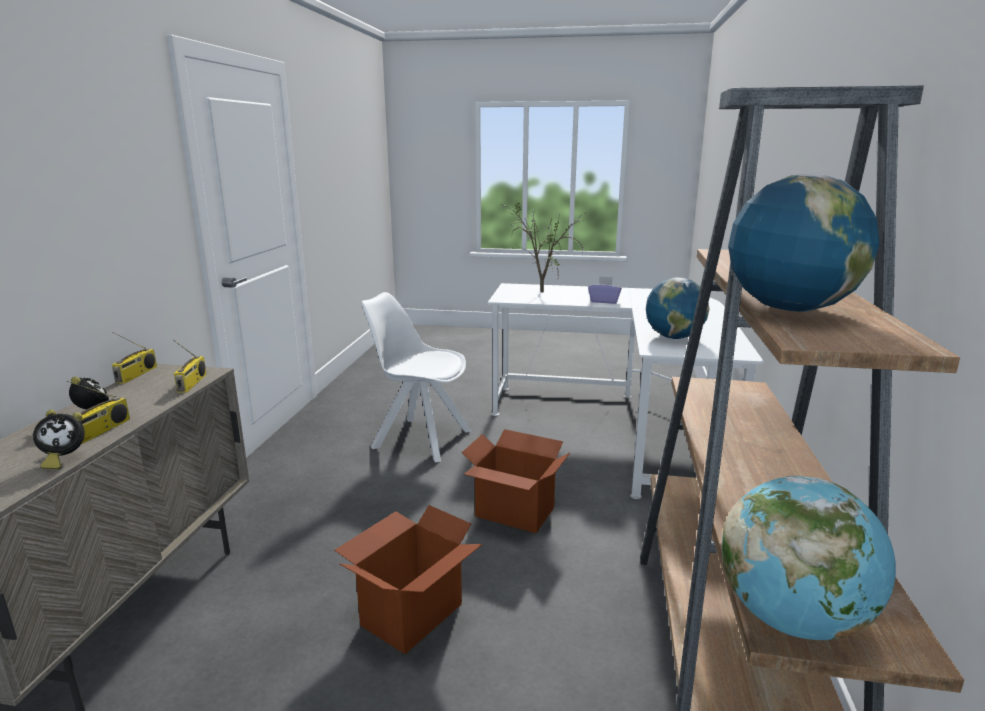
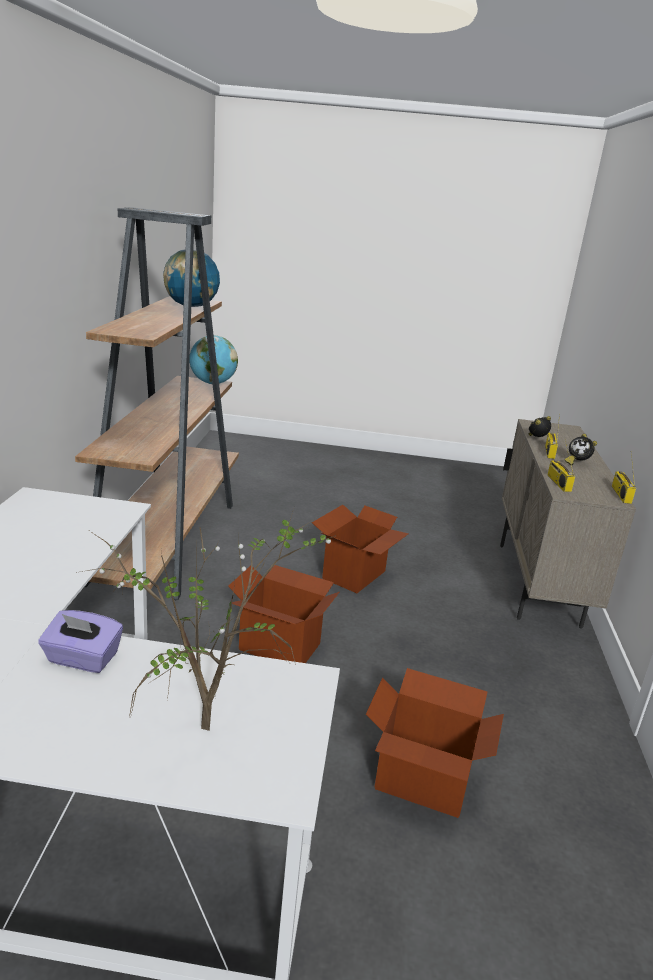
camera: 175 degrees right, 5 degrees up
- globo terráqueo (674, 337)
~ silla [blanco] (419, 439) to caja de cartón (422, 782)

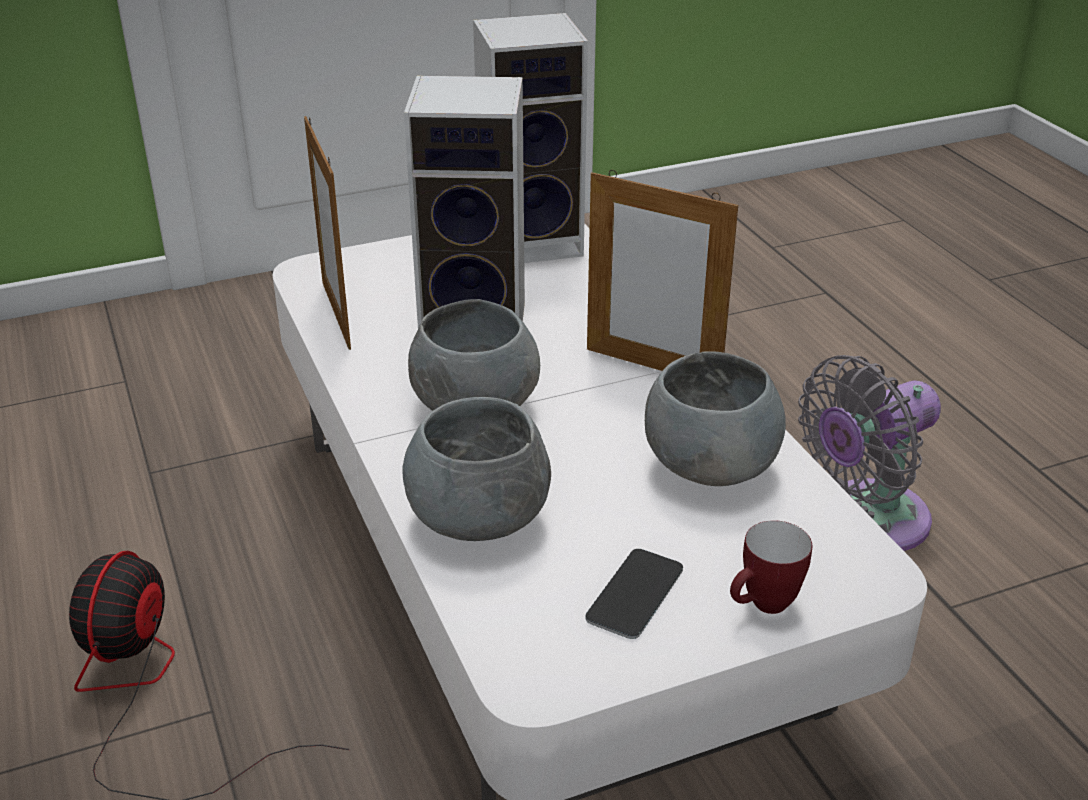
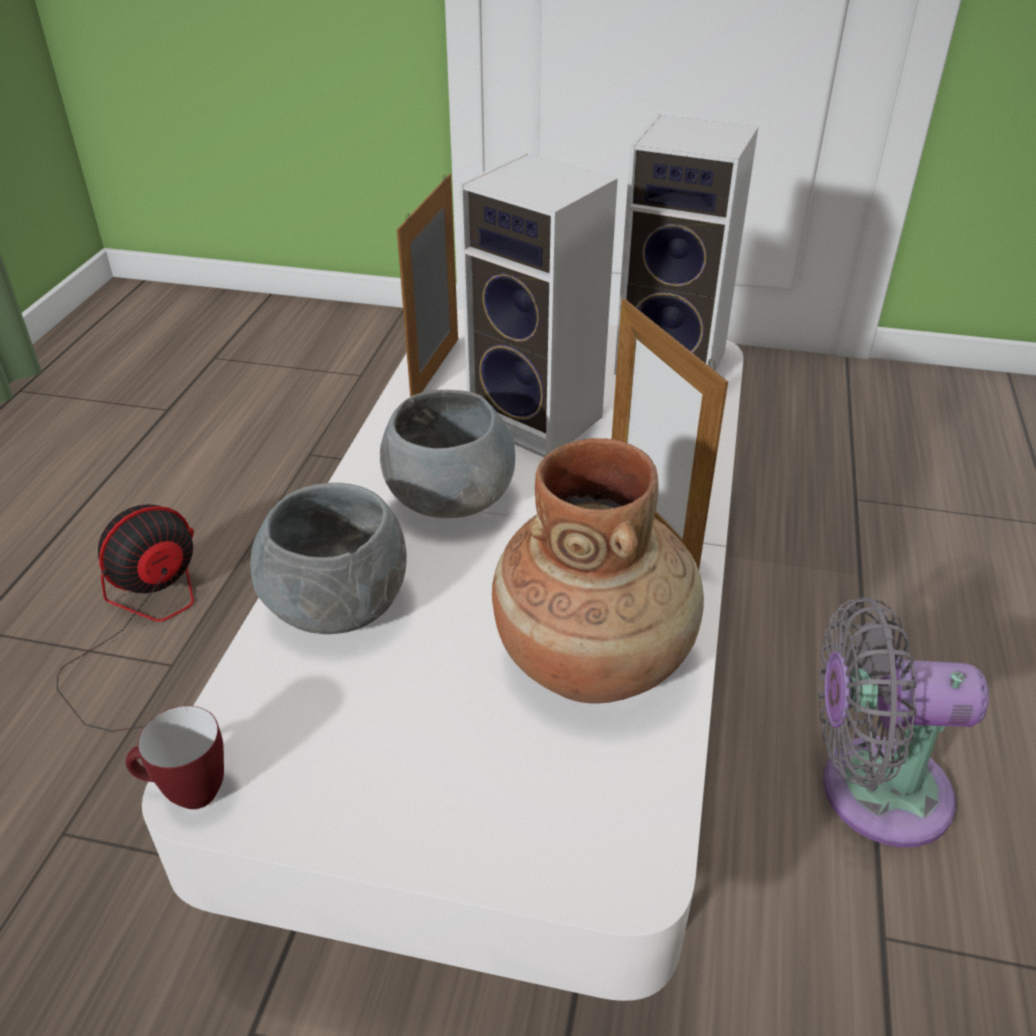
camera: 35 degrees right, 5 degrees up
~ cuenco [gris] (710, 466) to florero [marrón] (594, 656)
~ taza grande (763, 607) to (186, 794)
- móvil (635, 594)

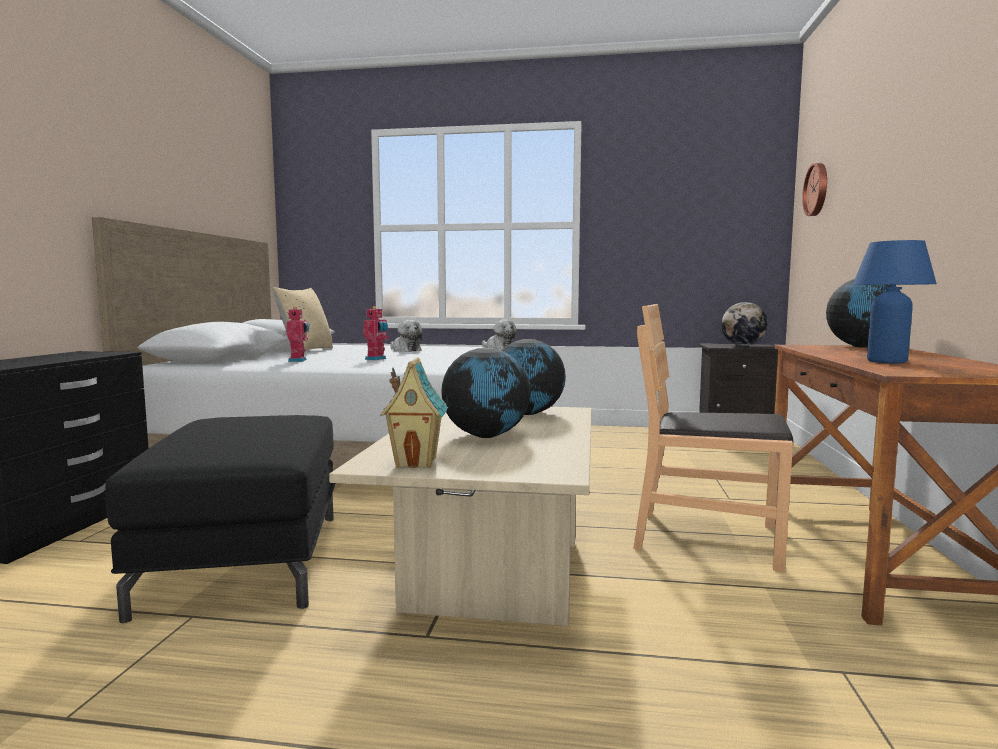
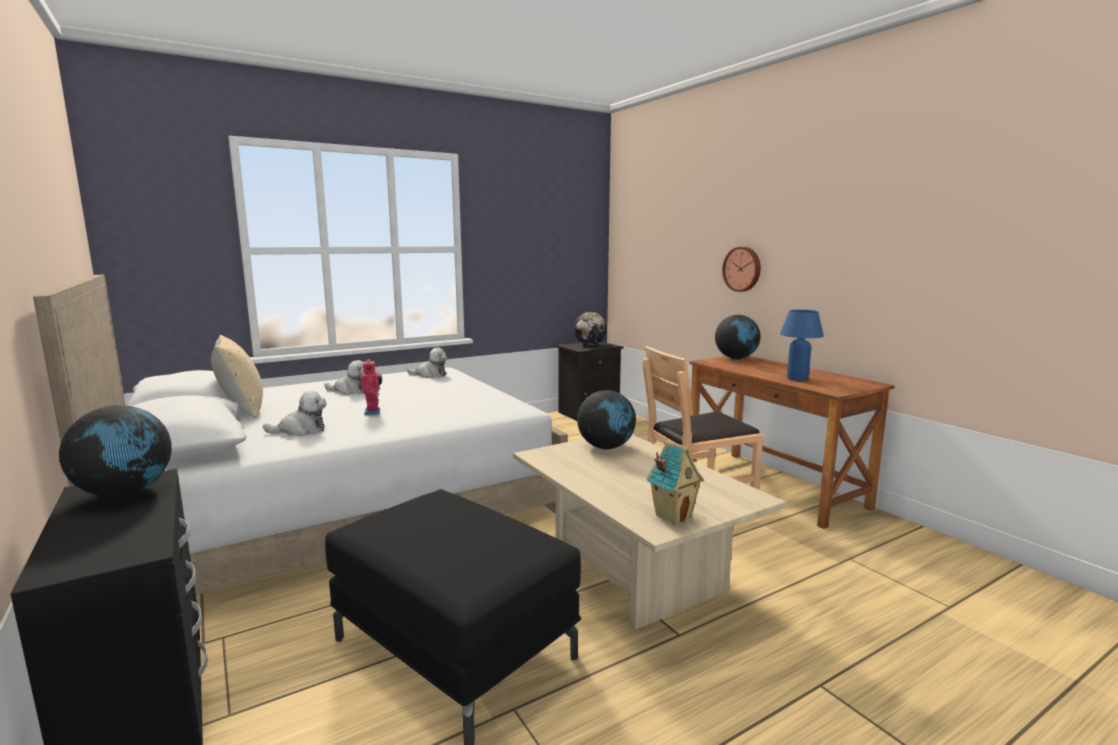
camera: 40 degrees left, 5 degrees up
~ reloj de pared (817, 189) to (742, 269)
~ robot de juguete (299, 360) to peluche (301, 430)
~ globo terráqueo (486, 435) to (125, 492)

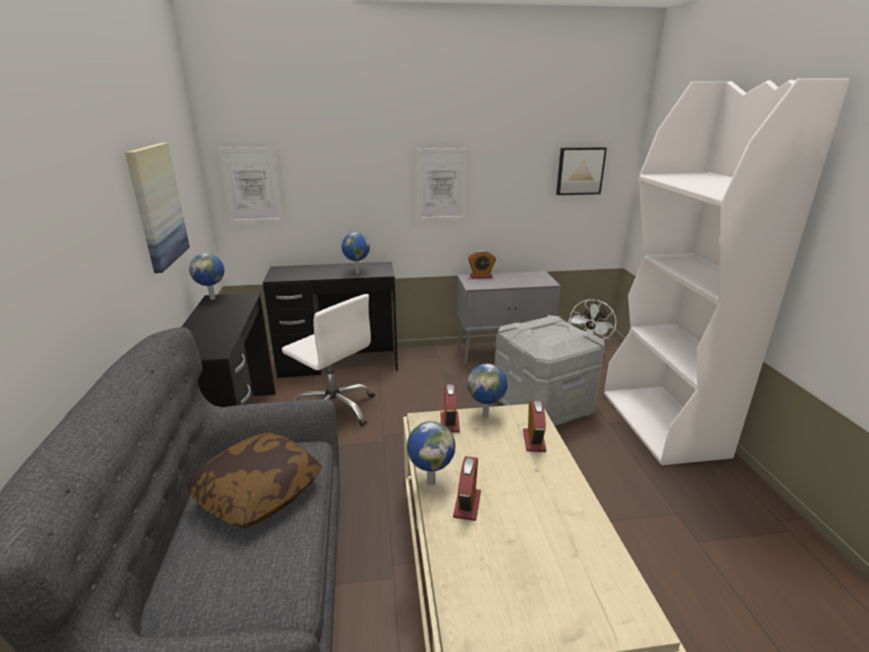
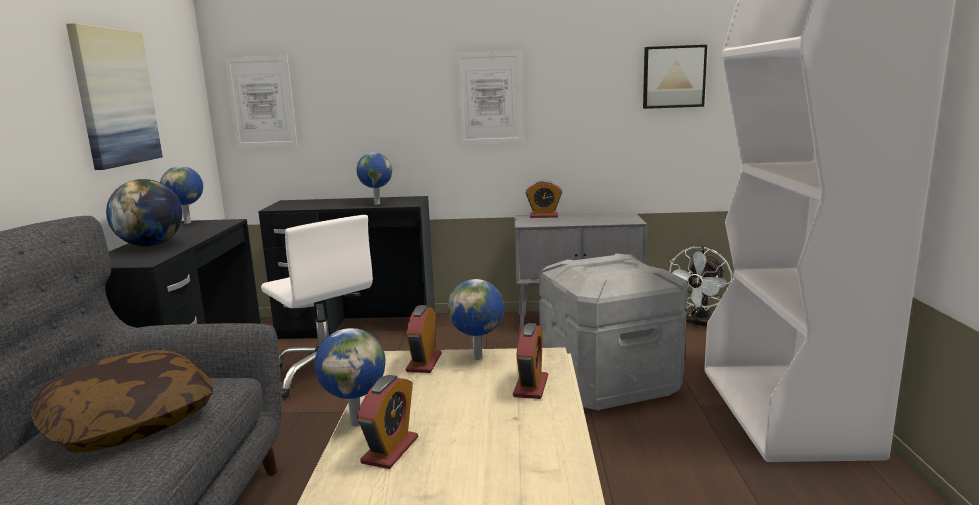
camera: 10 degrees right, 10 degrees down
+ globo terráqueo (151, 245)

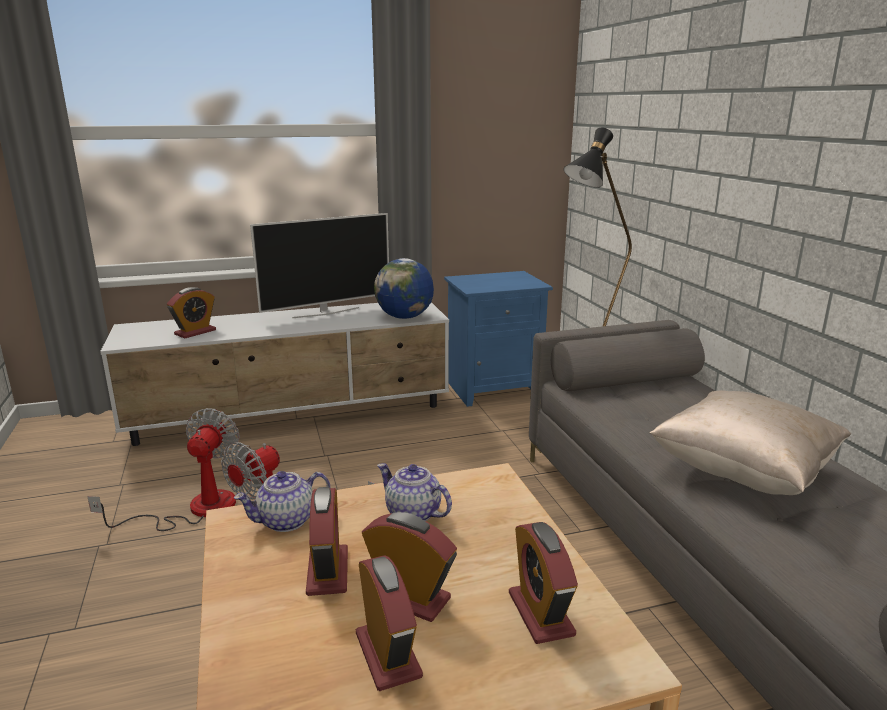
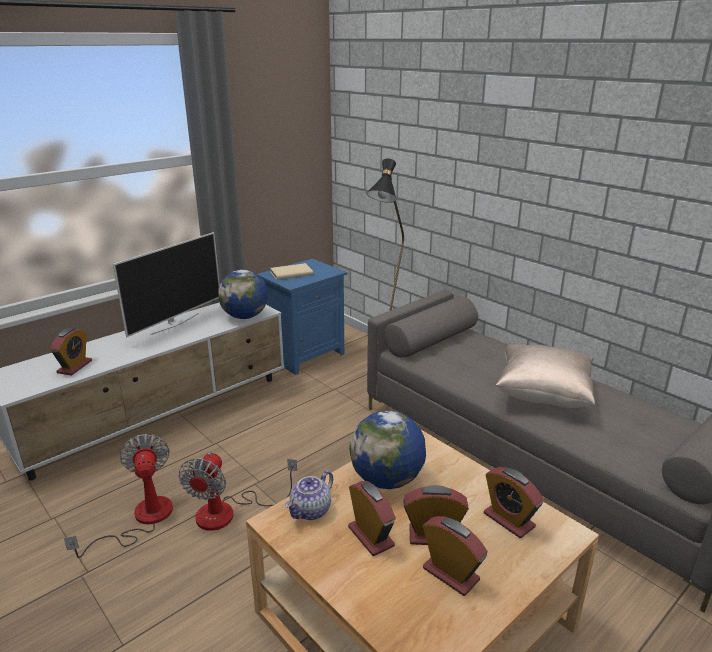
camera: 25 degrees left, 5 degrees up
~ tetera (412, 513) to globo terráqueo (387, 479)
+ libro [beis] (290, 273)

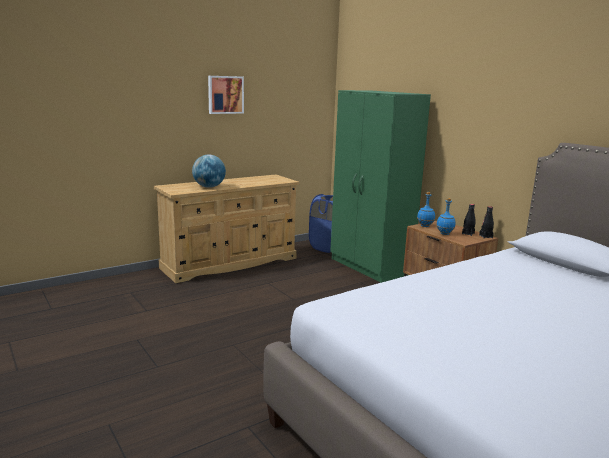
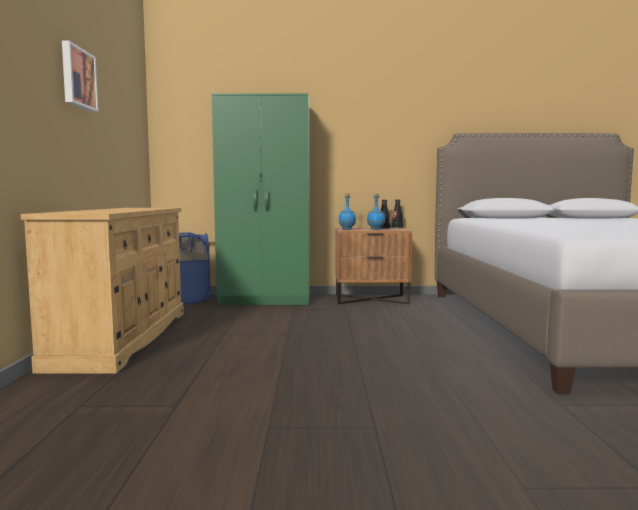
camera: 55 degrees left, 10 degrees down
- globo terráqueo (209, 187)

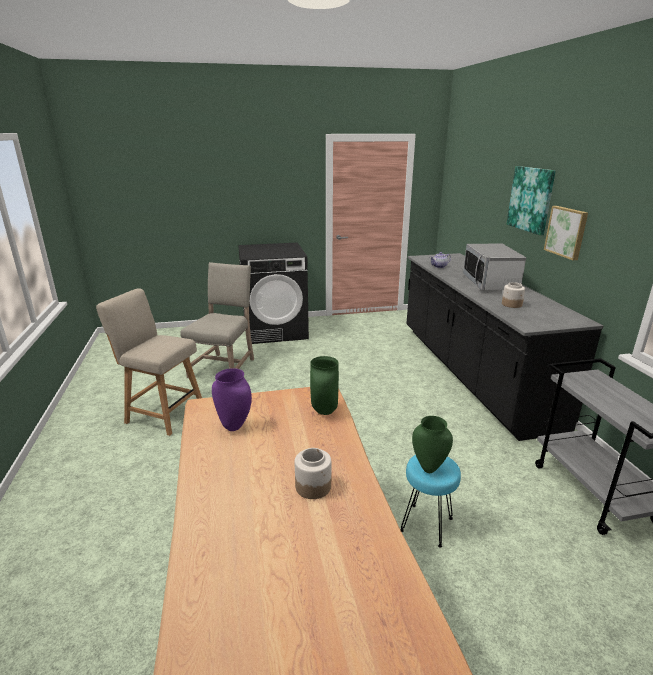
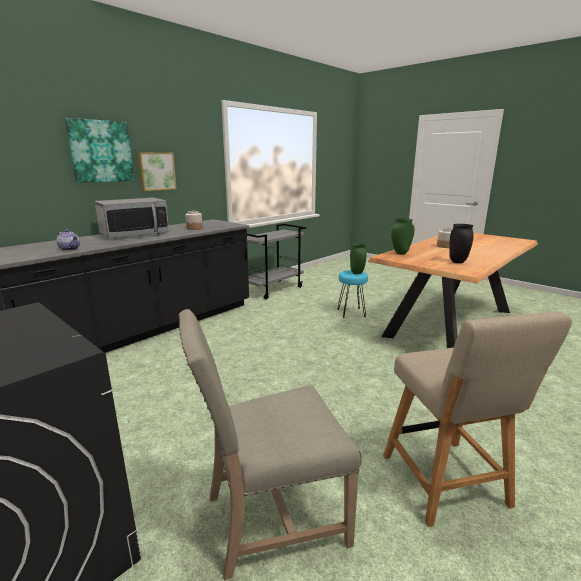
camera: 125 degrees left, 5 degrees down
~ florero [morado] (235, 426) to florero [negro] (457, 262)

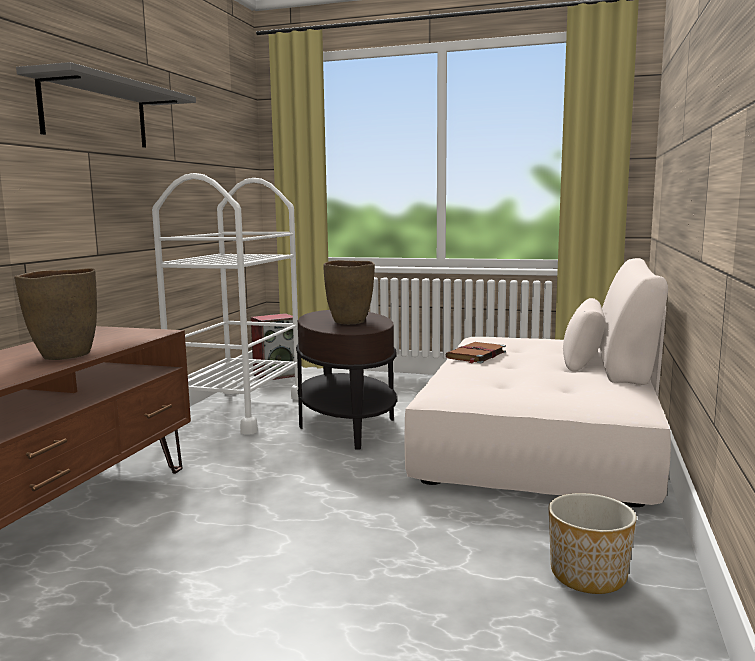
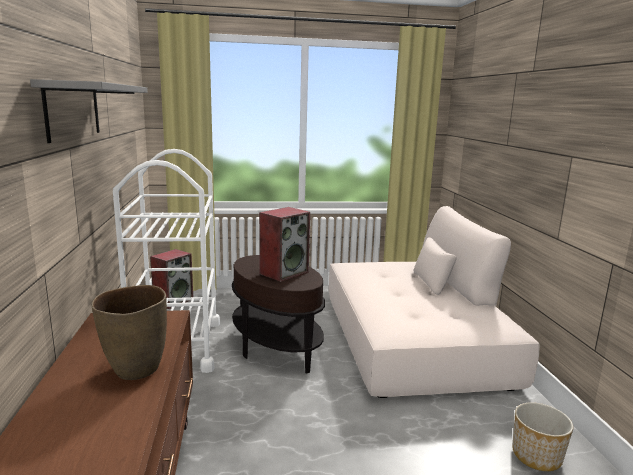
camera: 25 degrees left, 5 degrees up
~ florero [marrón] (350, 322) to altavoz (284, 272)
- libro [marrón] (475, 355)

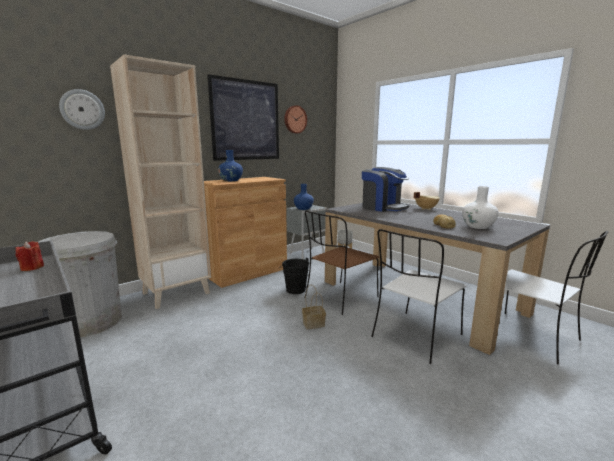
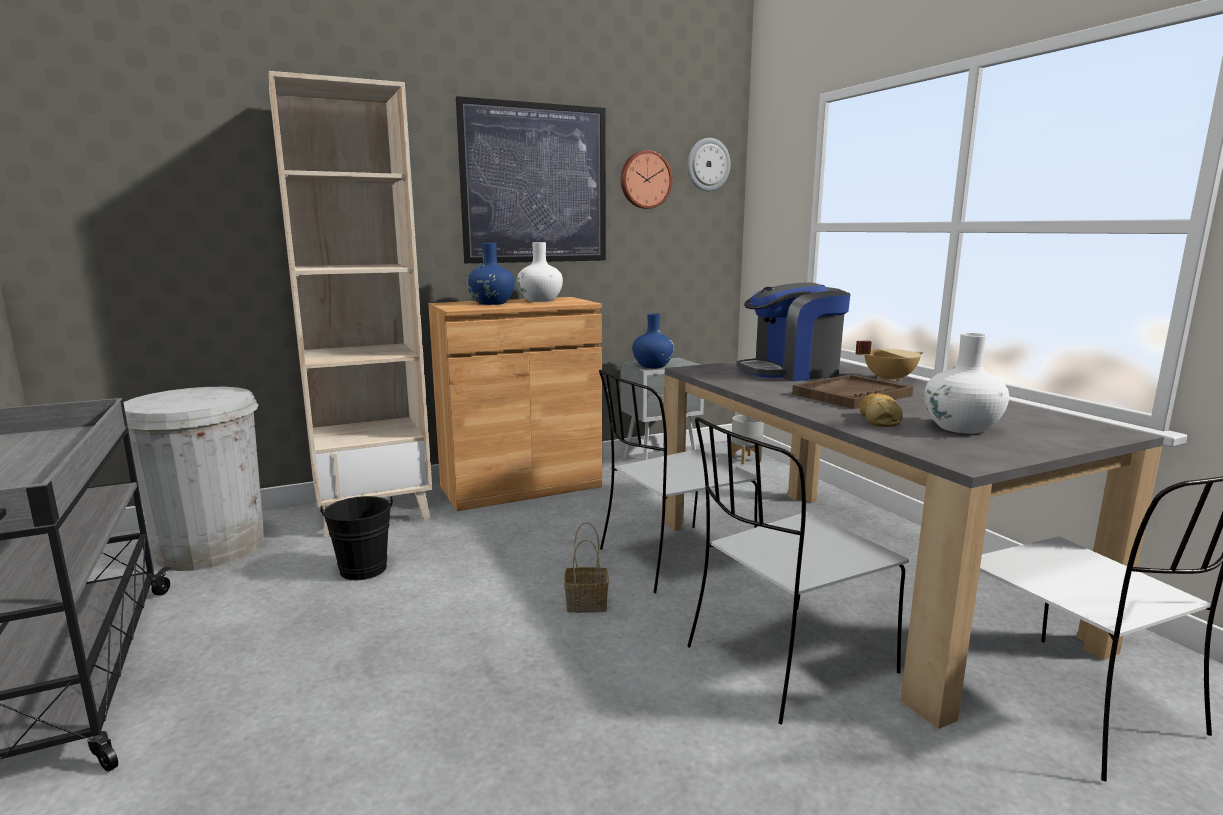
camera: 15 degrees right, 0 degrees up
~ reloj de pared (82, 109) to (708, 164)
~ cafetera (383, 208) = (791, 372) 105 degrees clockwise
~ silla [marrón] (340, 298) to silla [blanco] (673, 559)
- vela [rojo] (32, 268)
~ cubo [negro] (294, 289) to (363, 567)
+ florero [blanco] (540, 300)
+ bandeja [marrón] (851, 395)

